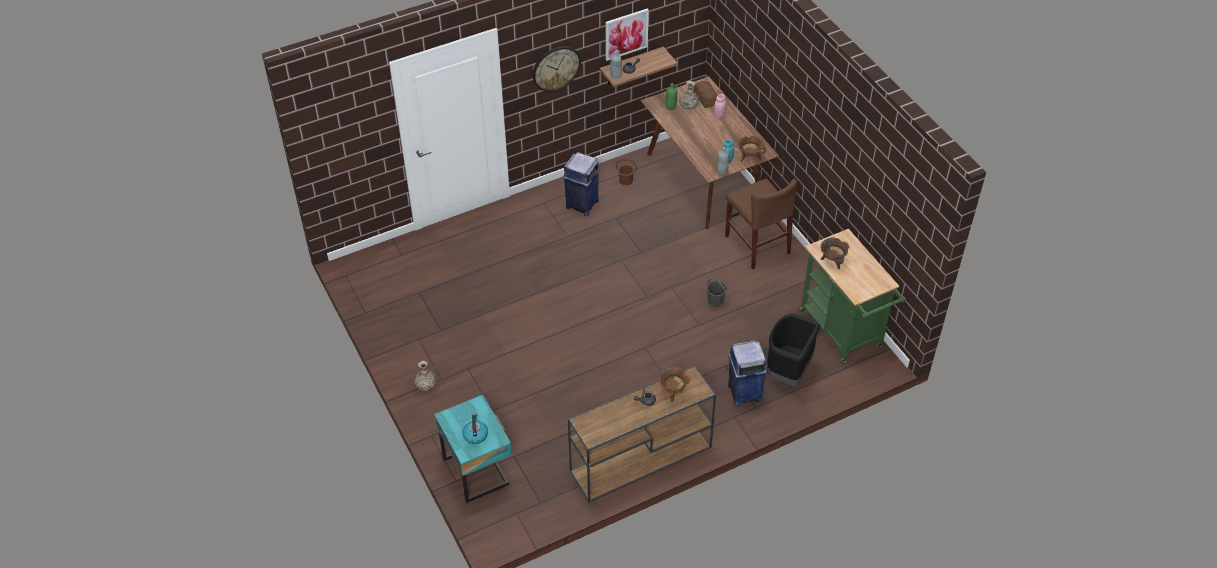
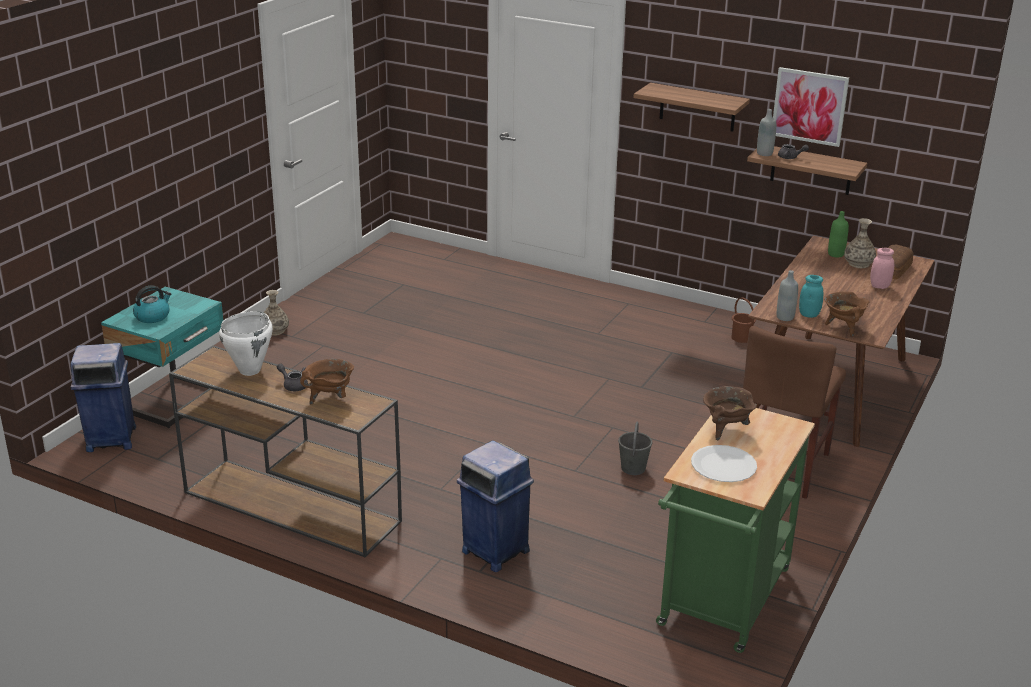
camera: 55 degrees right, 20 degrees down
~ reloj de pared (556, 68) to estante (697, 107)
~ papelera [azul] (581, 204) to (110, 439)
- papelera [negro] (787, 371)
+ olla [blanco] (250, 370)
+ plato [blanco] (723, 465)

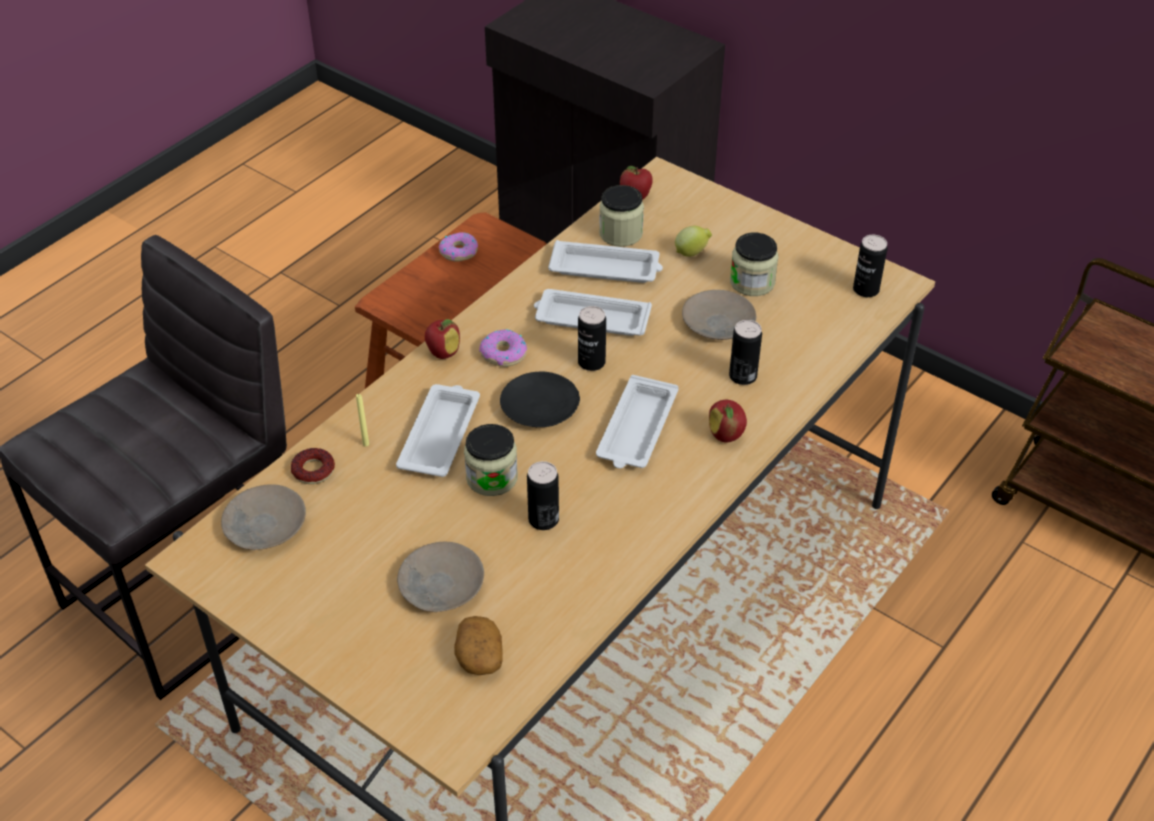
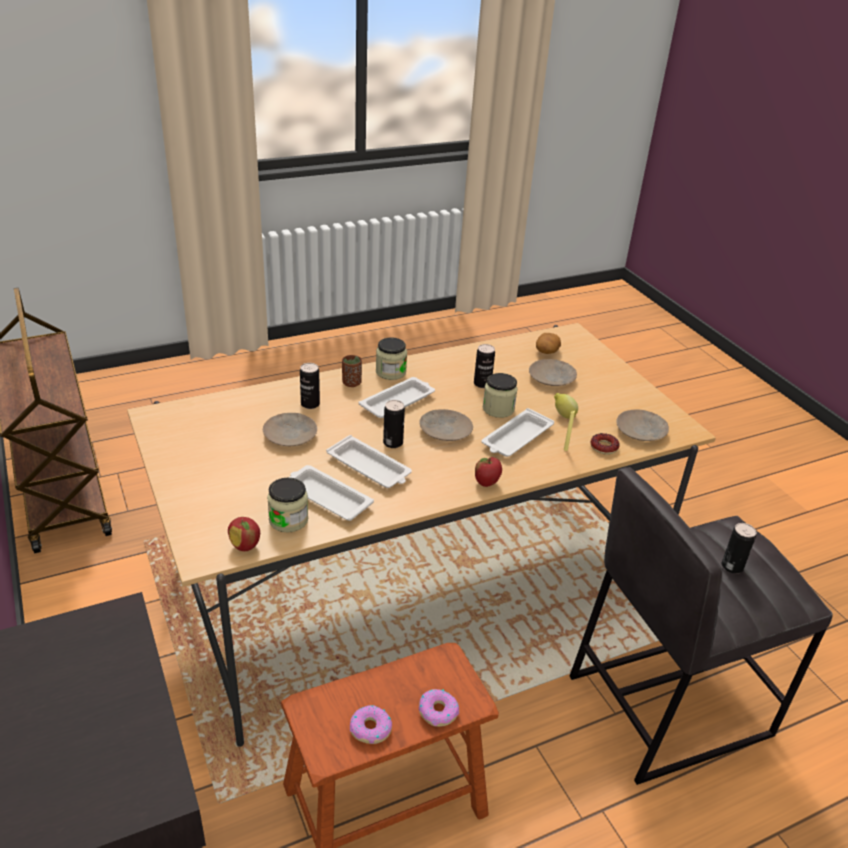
camera: 155 degrees left, 10 degrees down
~ limón (692, 253) to (563, 415)
~ tarro (752, 282) to (390, 372)
~ lata (866, 290) to (732, 566)
~ rosquilla (503, 354) to (438, 711)
~ plato [negro] (541, 408) to plato [beis] (445, 430)
~ manzana (726, 435) to taza [marrón] (351, 383)

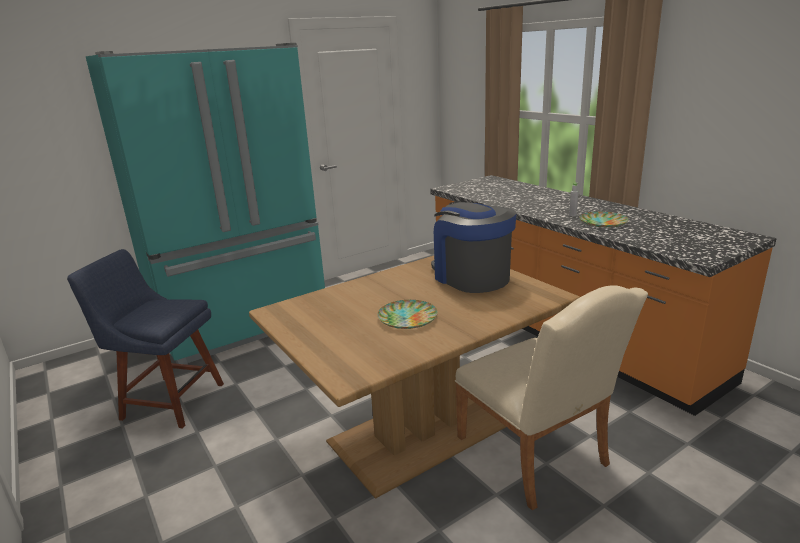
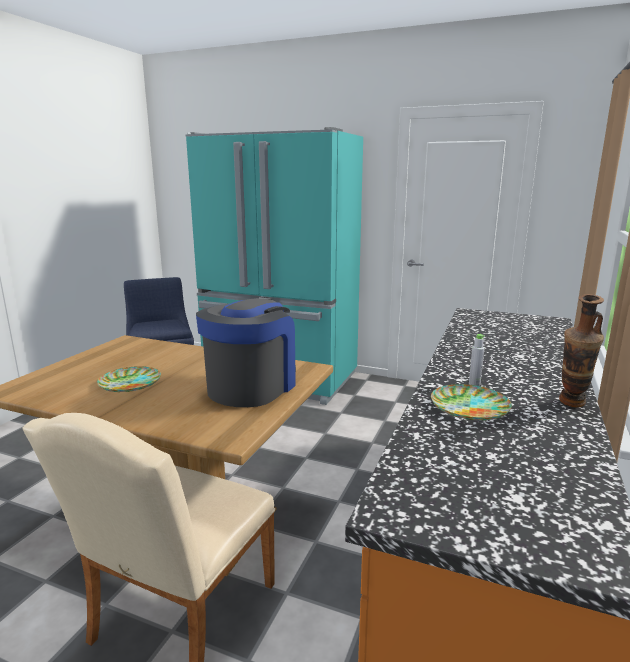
camera: 55 degrees right, 5 degrees down
+ florero (571, 405)

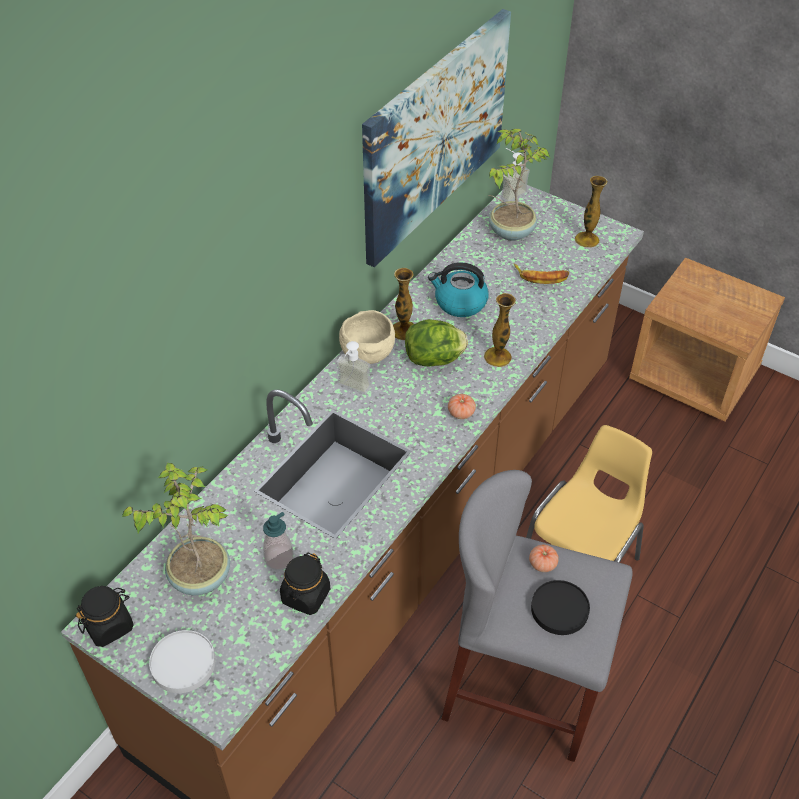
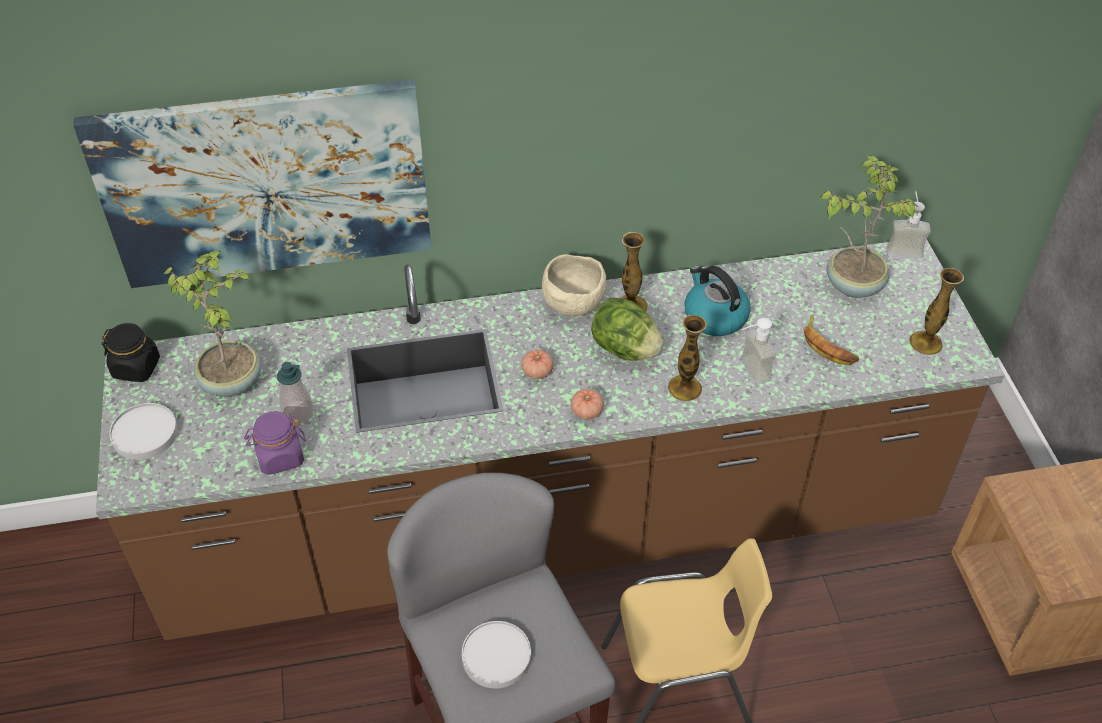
camera: 45 degrees right, 0 degrees up
~ cuadro (434, 135) to (266, 184)
~ dispensador de jabón (351, 390) to (748, 371)
~ tomate (542, 564) to (537, 371)
~ tarro [negro] (305, 596) to tarro [morado] (280, 457)
~ plato [negro] (560, 609) to plato [blanco] (496, 657)

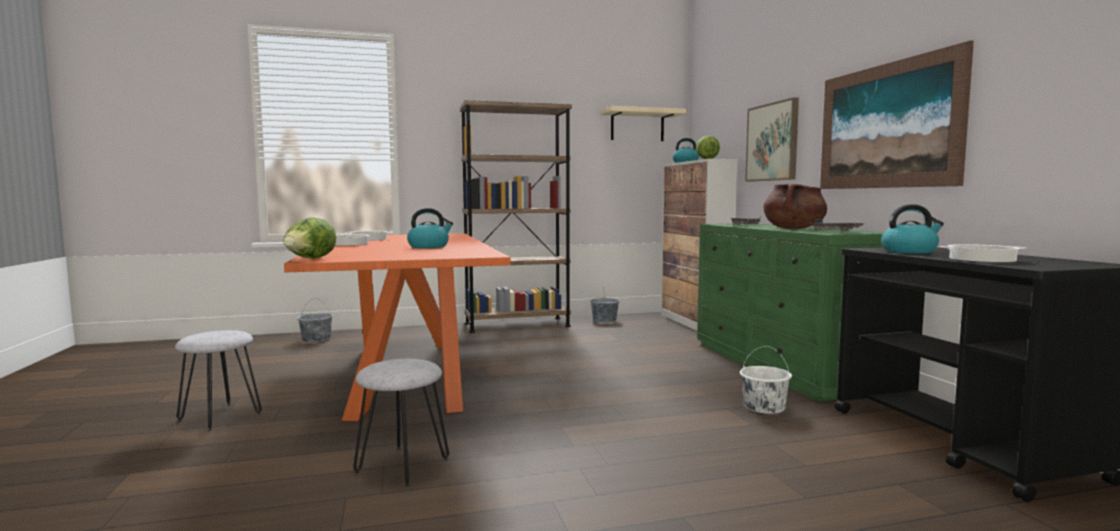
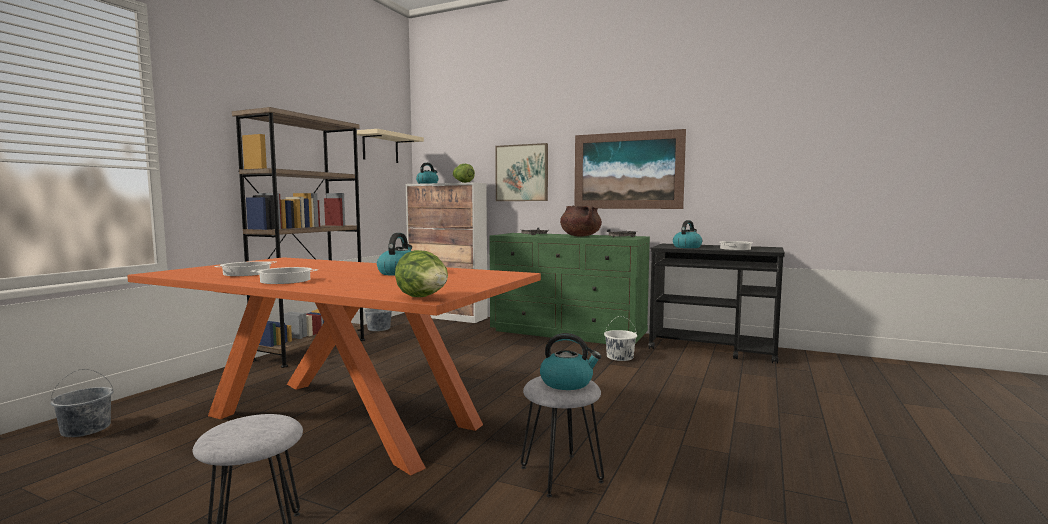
camera: 50 degrees left, 0 degrees up
+ hervidor (567, 383)

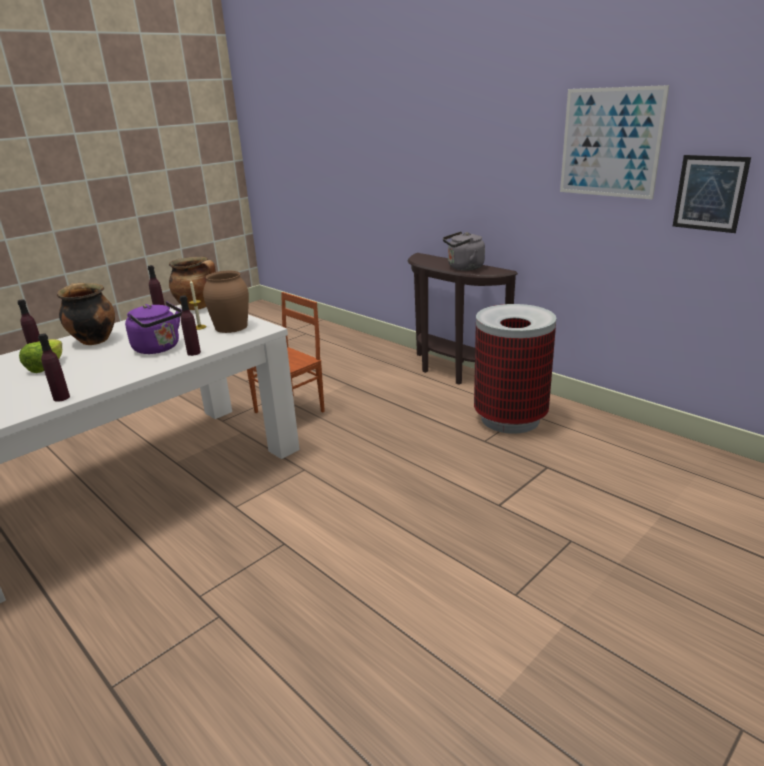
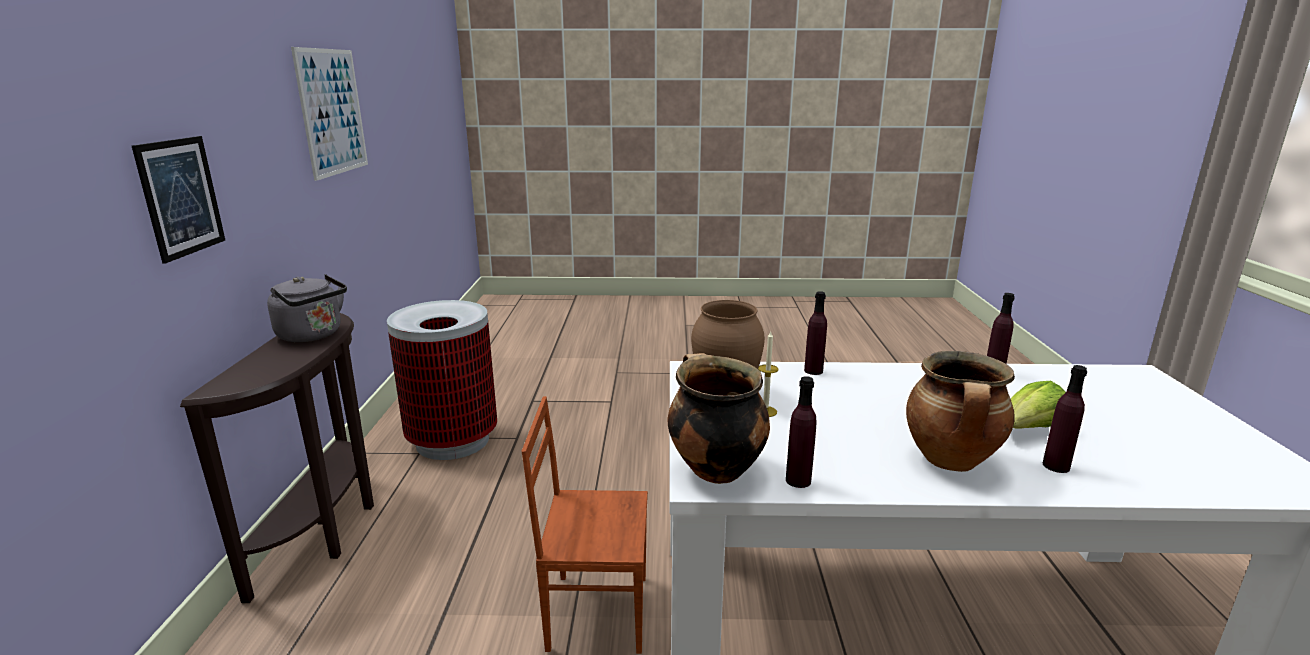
camera: 135 degrees left, 5 degrees down
~ cuadro (709, 193) to (181, 197)
- hervidor [morado] (159, 348)

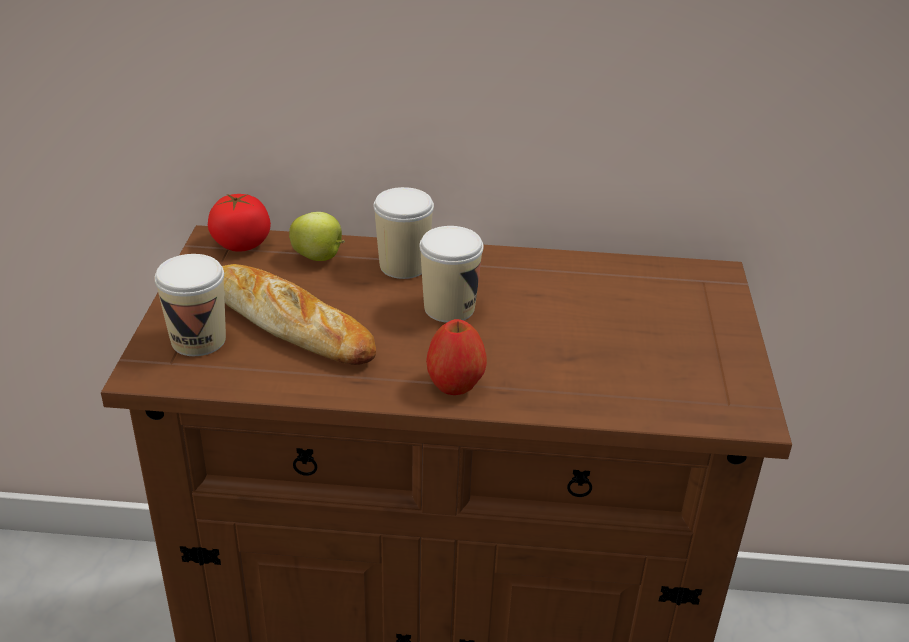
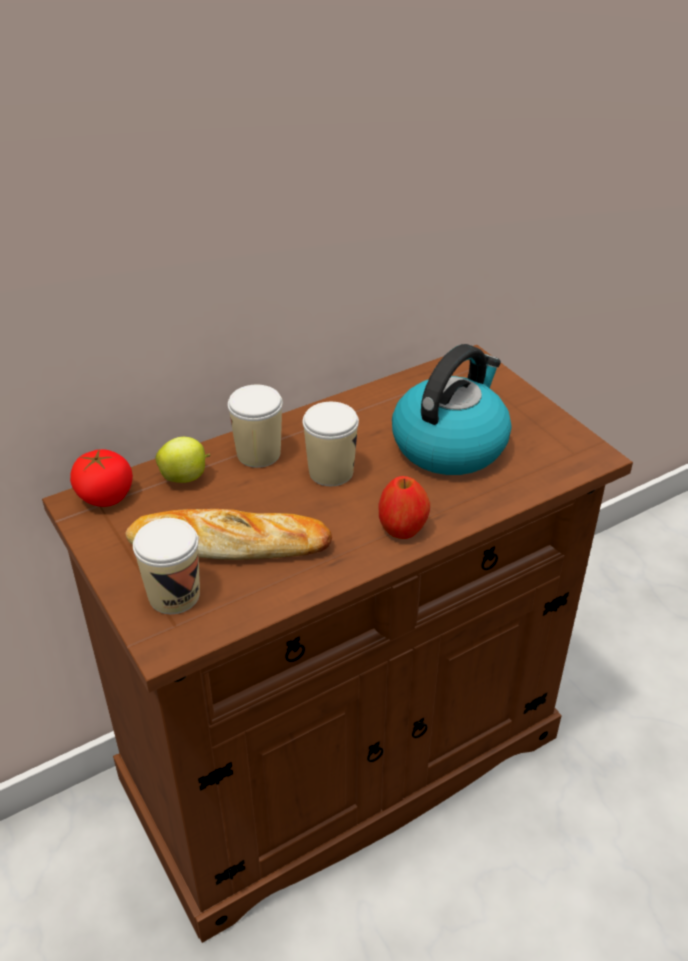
camera: 35 degrees left, 5 degrees up
+ hervidor (450, 444)

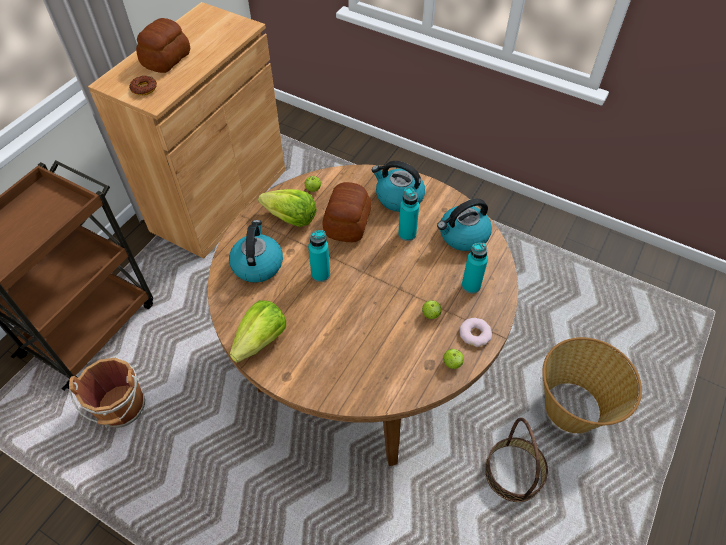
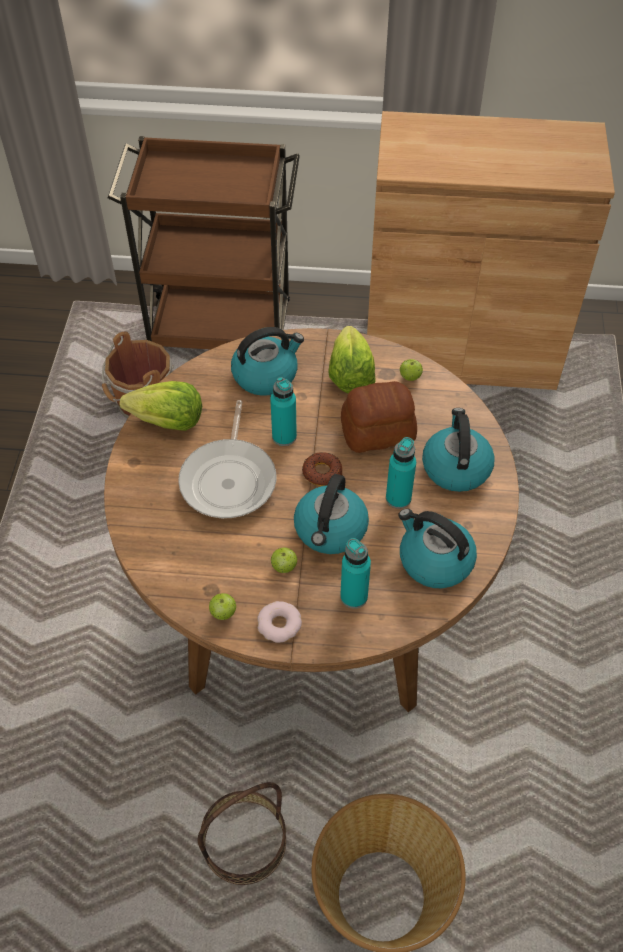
camera: 65 degrees right, 0 degrees up
- pan (167, 59)
~ rosquilla (144, 88) to (322, 472)
+ sartén (230, 479)
+ hervidor (330, 530)

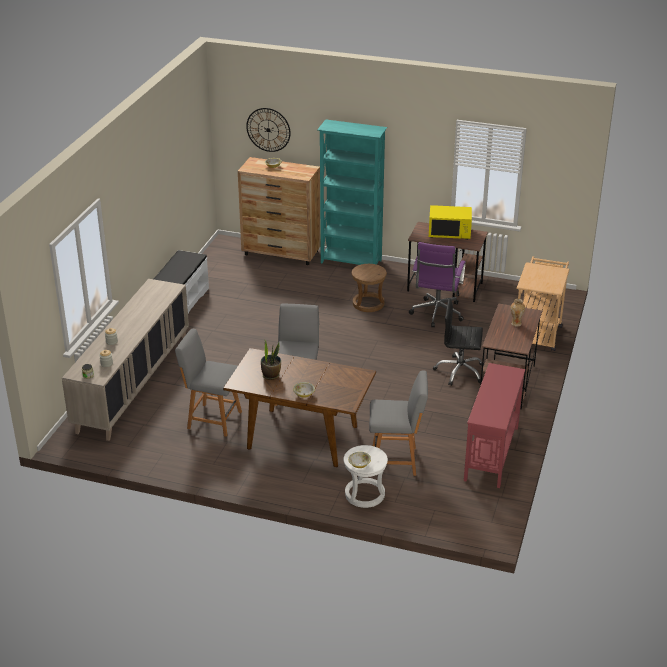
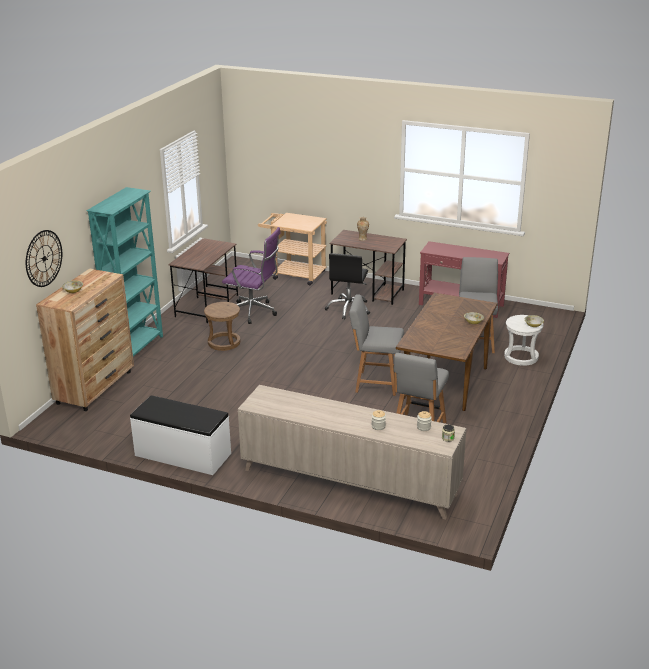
camera: 85 degrees left, 5 degrees down
- microondas [amarillo] (449, 233)
- planta en maceta (271, 375)

